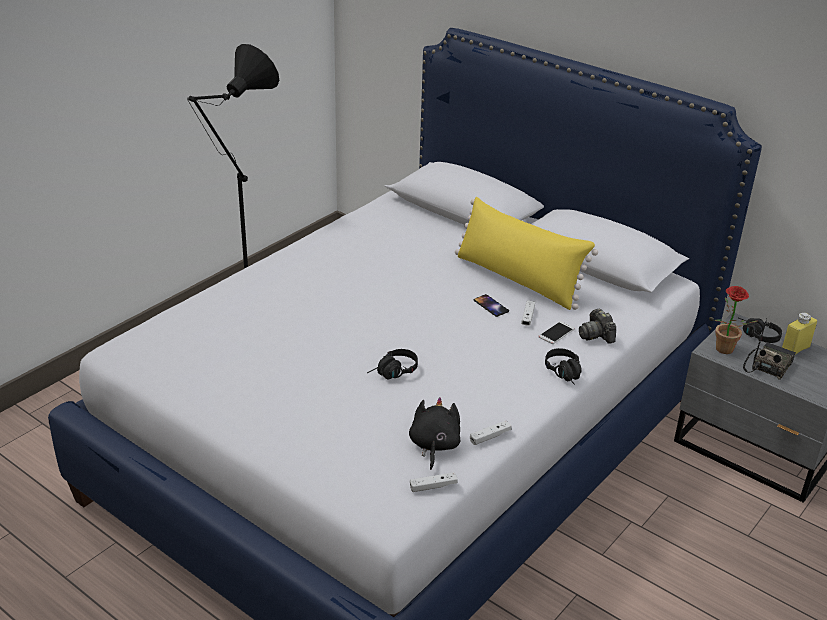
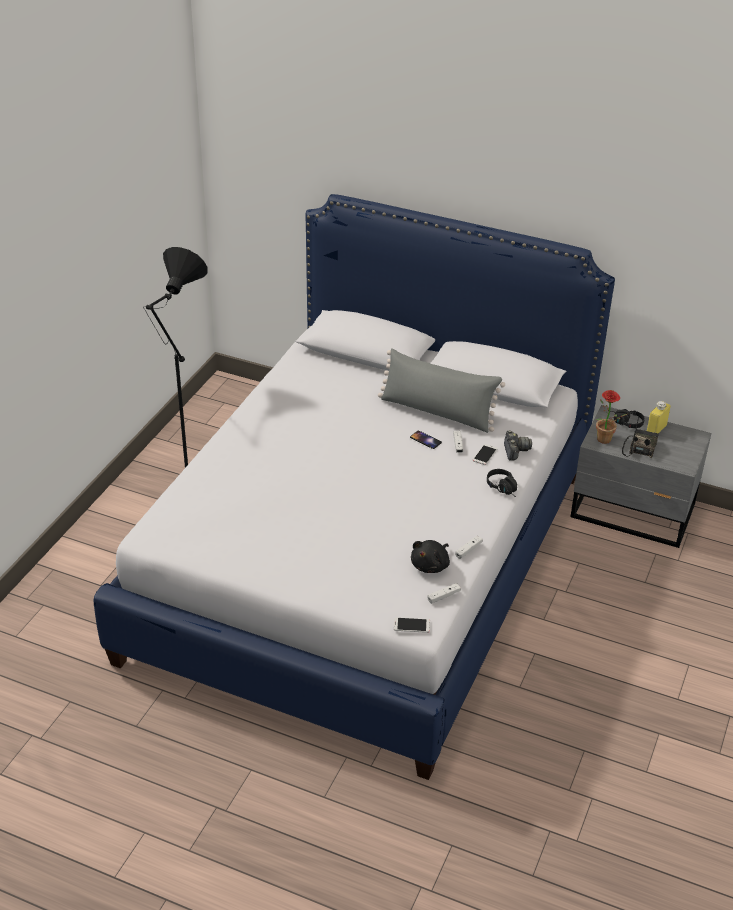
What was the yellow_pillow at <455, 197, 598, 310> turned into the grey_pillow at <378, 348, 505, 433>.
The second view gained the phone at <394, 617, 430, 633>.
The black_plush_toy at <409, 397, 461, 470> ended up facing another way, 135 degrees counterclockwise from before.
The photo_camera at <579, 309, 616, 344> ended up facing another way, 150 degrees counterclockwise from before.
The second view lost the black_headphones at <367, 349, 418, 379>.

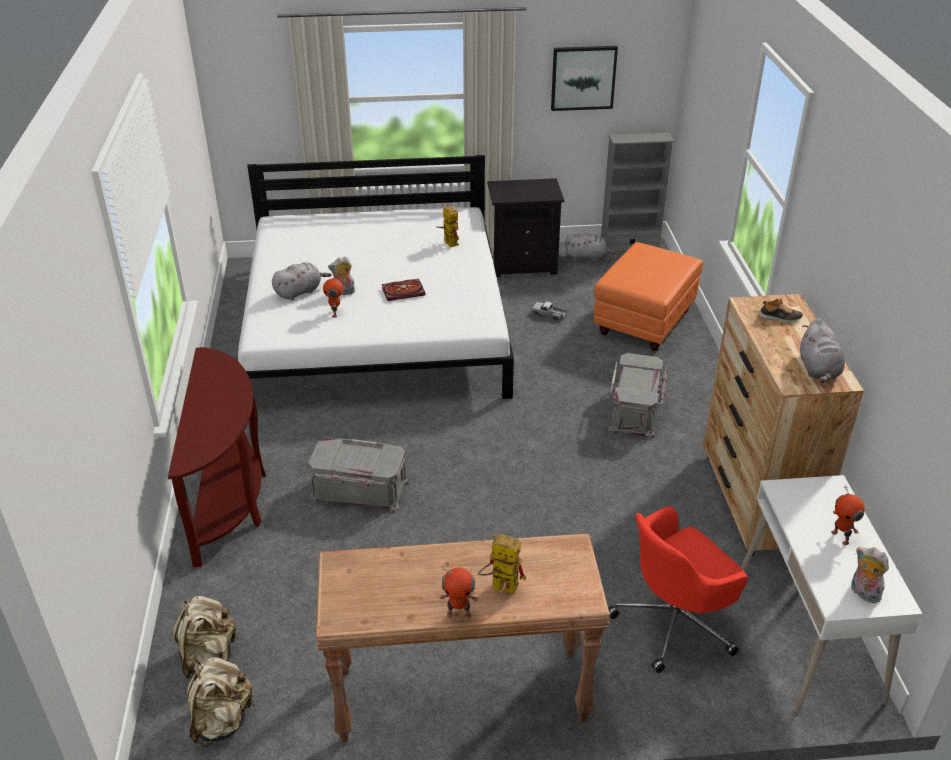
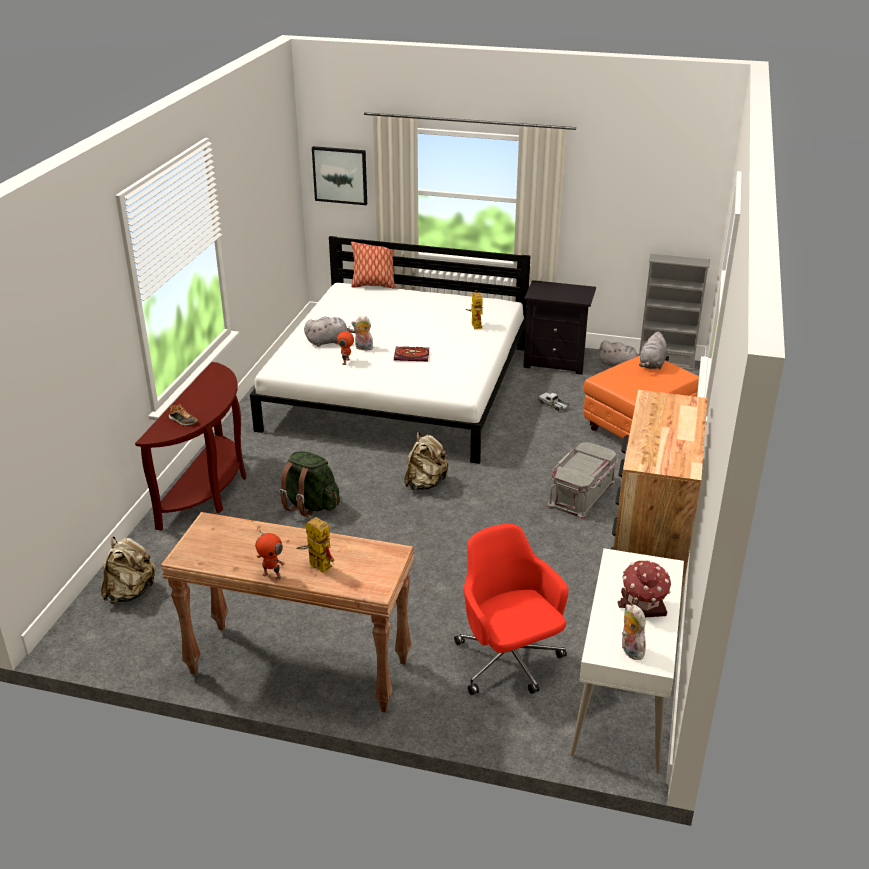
The shoe ended up elsewhere, having gone from <758, 299, 803, 323> to <169, 405, 198, 426>.
Where the grey_storage_box stood at <308, 437, 410, 513>, the green_backpack came to stand at <279, 451, 340, 517>.
The picture ended up elsewhere, having gone from <551, 46, 618, 111> to <312, 146, 367, 205>.
The second view gained the pillow at <351, 242, 395, 289>.
The beige_backpack ended up elsewhere, having gone from <187, 657, 255, 747> to <404, 432, 448, 490>.
The red_office_chair at <608, 506, 748, 673> ended up facing another way, 75 degrees clockwise from before.
Where the toy_robot stood at <831, 485, 865, 545>, the toy_house came to stand at <618, 560, 671, 617>.
The grey_plush_toy ended up elsewhere, having gone from <800, 318, 845, 383> to <639, 331, 667, 369>.

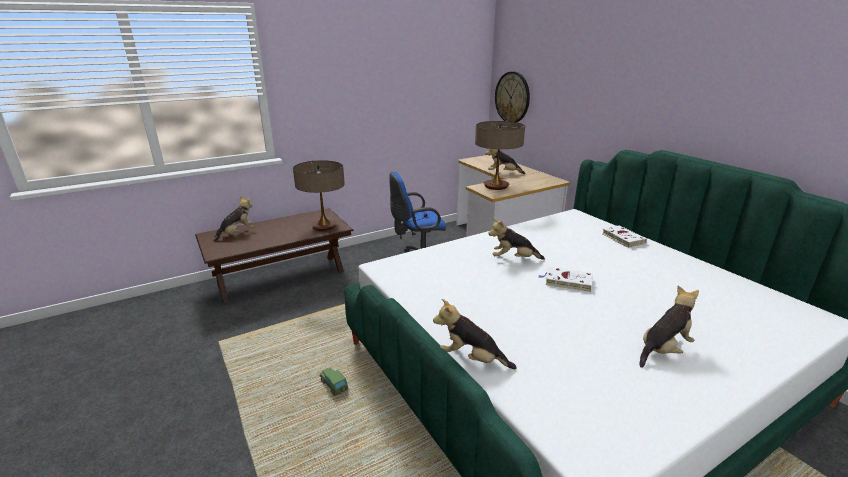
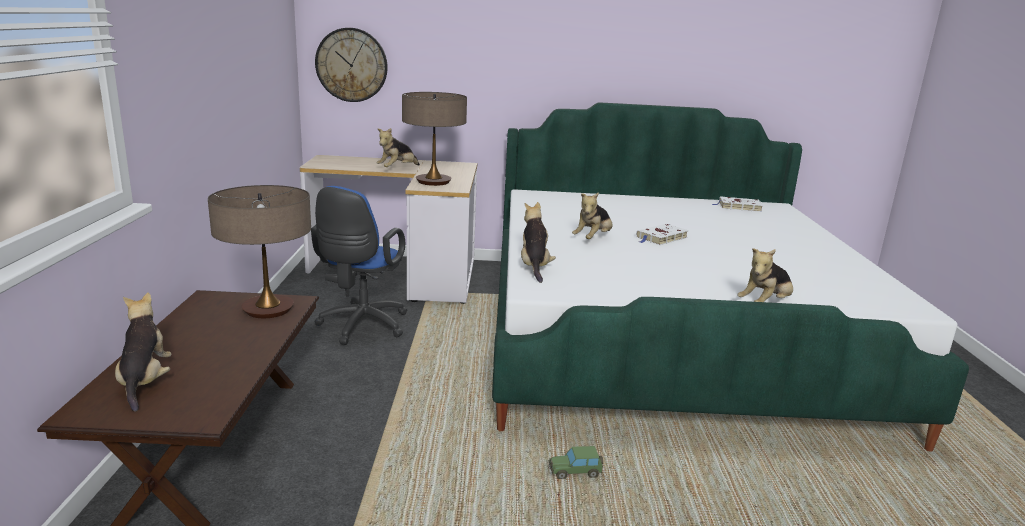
The plush_toy ended up elsewhere, having gone from <640, 286, 699, 368> to <521, 202, 556, 283>.
The white_book ended up elsewhere, having gone from <602, 225, 647, 248> to <713, 196, 763, 212>.

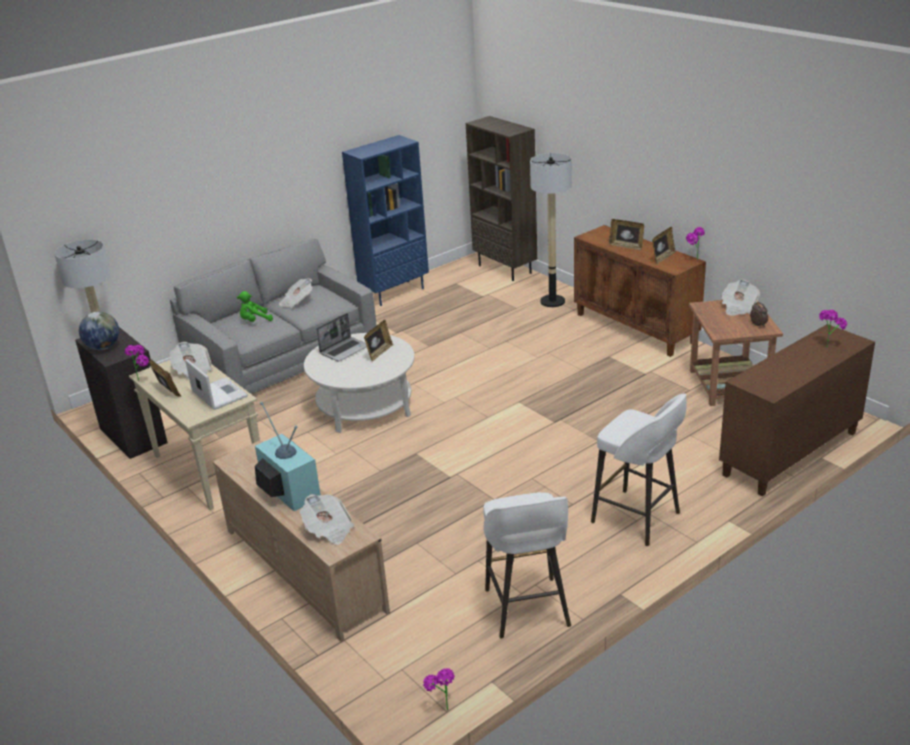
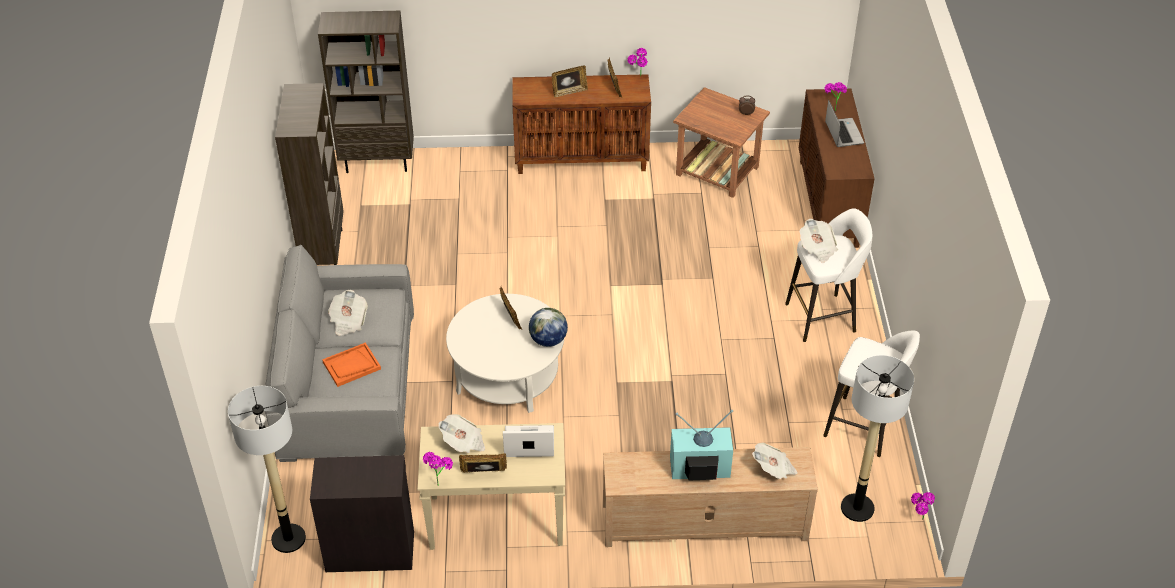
What was the blue_bookcase at <342, 135, 429, 306> turned into the brown_bookcase at <275, 83, 344, 265>.
Where the green_plush_toy stood at <237, 291, 273, 322>, the orange_tray came to stand at <322, 342, 381, 387>.
The globe ended up elsewhere, having gone from <79, 312, 119, 350> to <529, 308, 568, 347>.
The newspaper ended up elsewhere, having gone from <721, 279, 760, 316> to <800, 218, 838, 263>.
The laptop ended up elsewhere, having gone from <316, 313, 367, 362> to <825, 100, 864, 147>.
The floor_lamp ended up elsewhere, having gone from <530, 153, 572, 307> to <841, 355, 914, 522>.

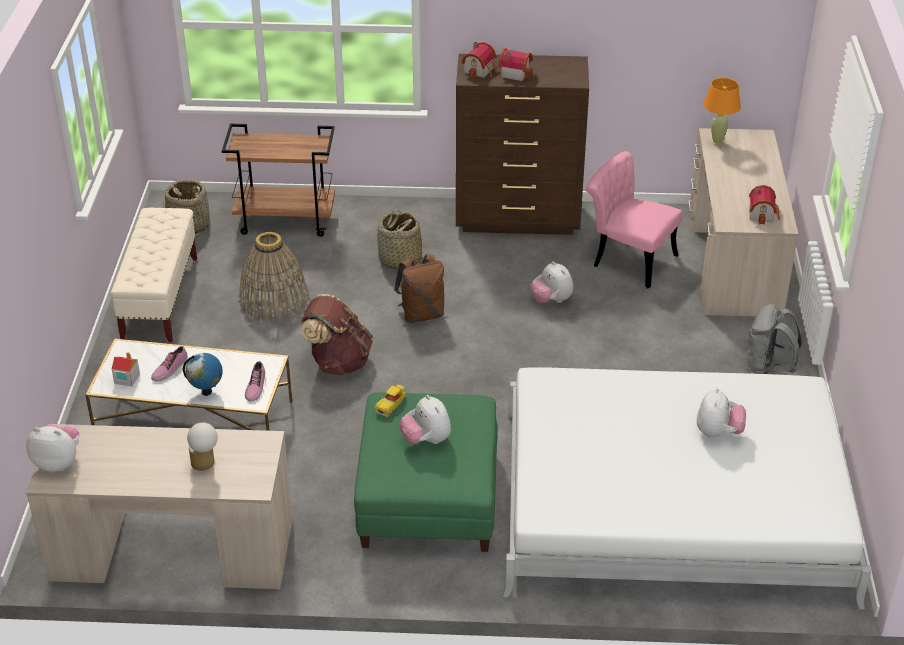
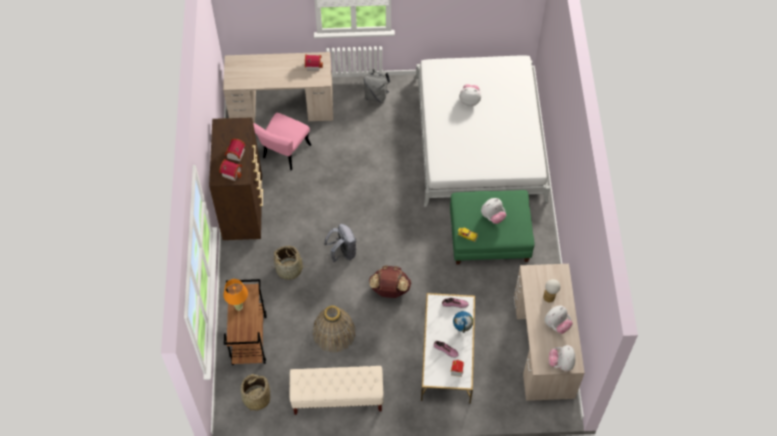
The orange_table_lamp ended up elsewhere, having gone from <704, 78, 741, 146> to <223, 279, 248, 311>.
What was the brown_backpack at <394, 254, 444, 323> turned into the grey_backpack at <324, 224, 356, 262>.
The plush_toy ended up elsewhere, having gone from <530, 261, 573, 303> to <544, 306, 573, 334>.

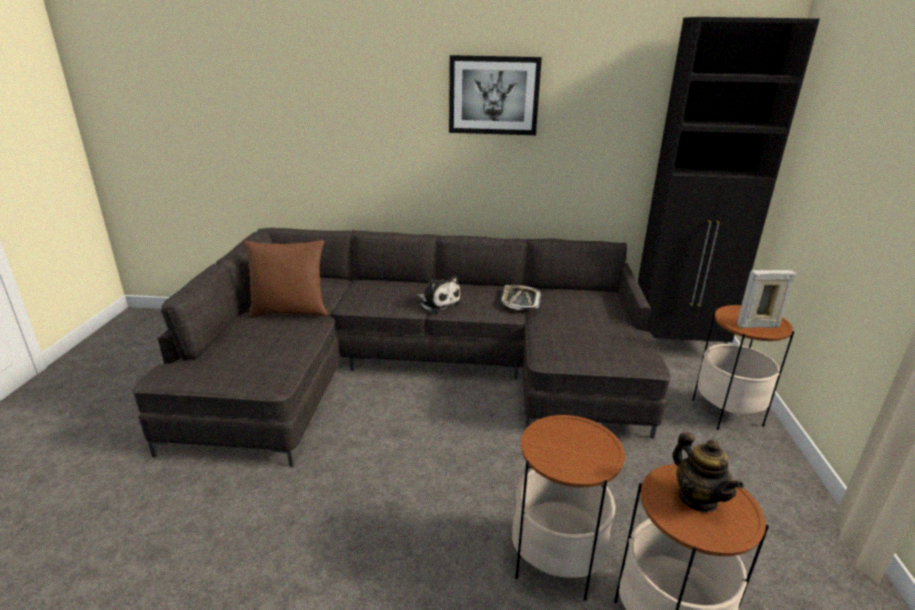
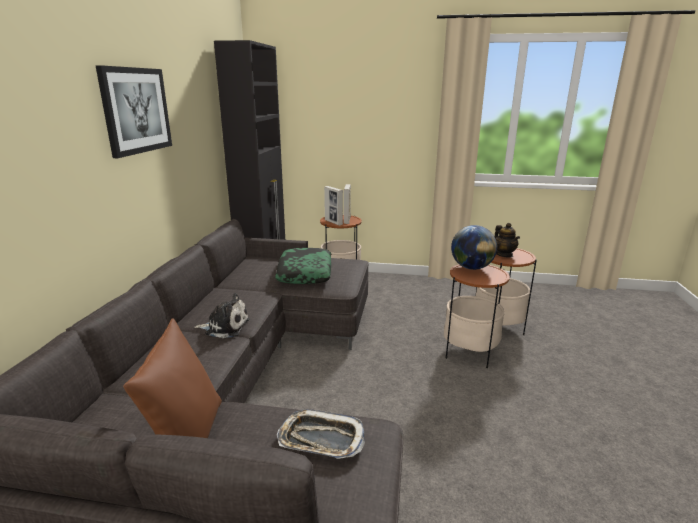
The plush_toy at <417, 275, 462, 313> ended up facing another way, 45 degrees clockwise from before.
The second view gained the pillow at <275, 248, 331, 284>.
The tray ended up elsewhere, having gone from <501, 285, 541, 310> to <277, 409, 365, 459>.
The second view gained the picture_frame at <324, 186, 343, 225>.
The second view gained the globe at <451, 225, 497, 270>.
The teapot at <672, 432, 744, 512> ended up facing another way, 90 degrees clockwise from before.

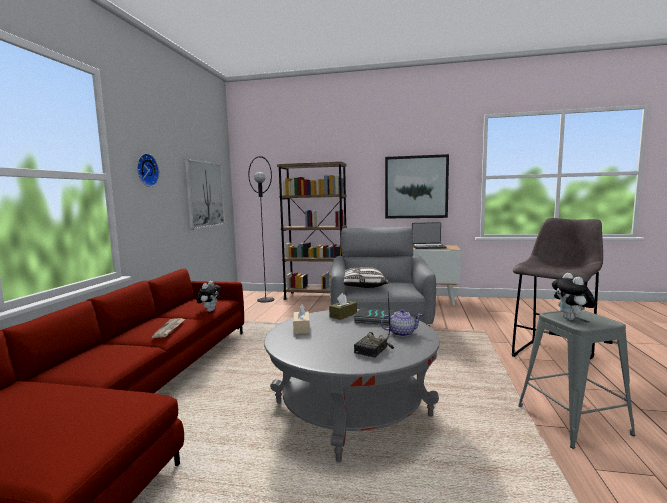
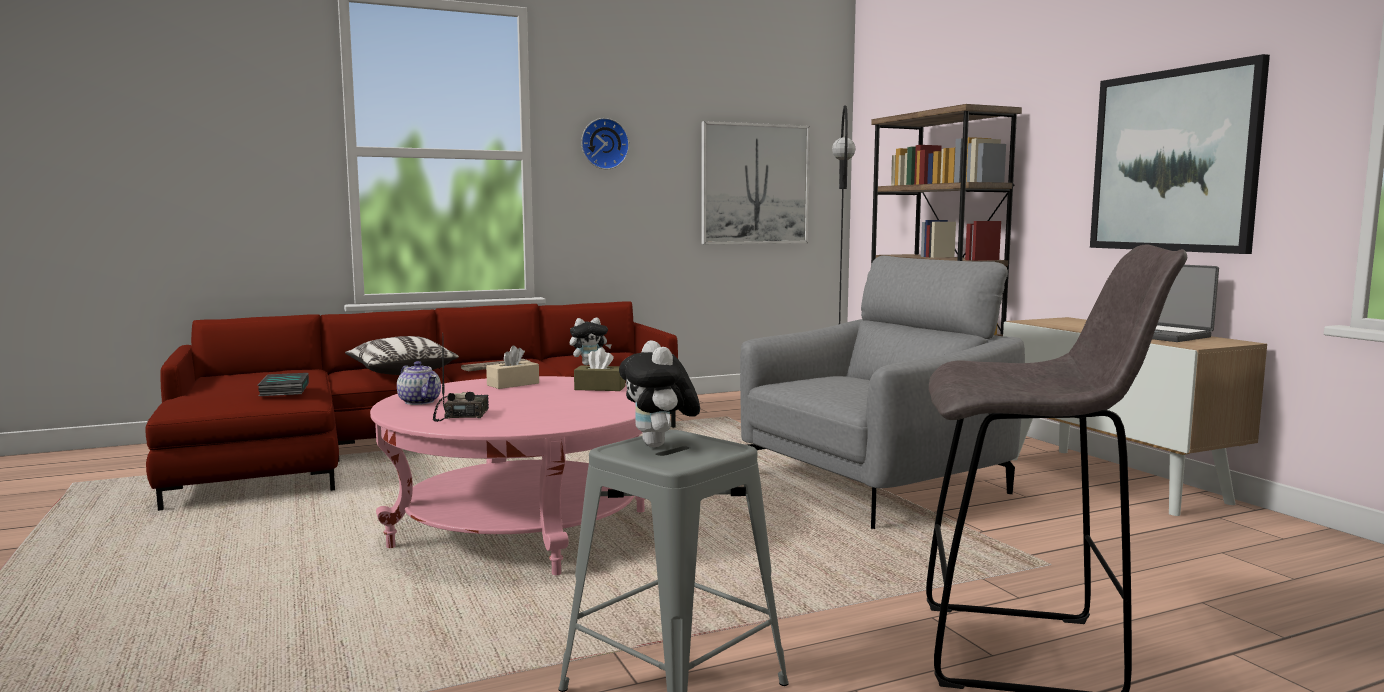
The book ended up elsewhere, having gone from <354, 308, 396, 326> to <258, 373, 309, 396>.
The pillow ended up elsewhere, having gone from <344, 267, 389, 288> to <345, 336, 459, 375>.
What was the grey_coffee_table at <264, 309, 440, 462> turned into the pink_coffee_table at <370, 376, 645, 575>.
The teapot ended up elsewhere, having gone from <381, 309, 422, 337> to <397, 361, 441, 405>.
The radio at <354, 291, 394, 358> ended up facing another way, 90 degrees clockwise from before.
The plush_toy at <552, 273, 596, 320> ended up facing another way, 75 degrees counterclockwise from before.

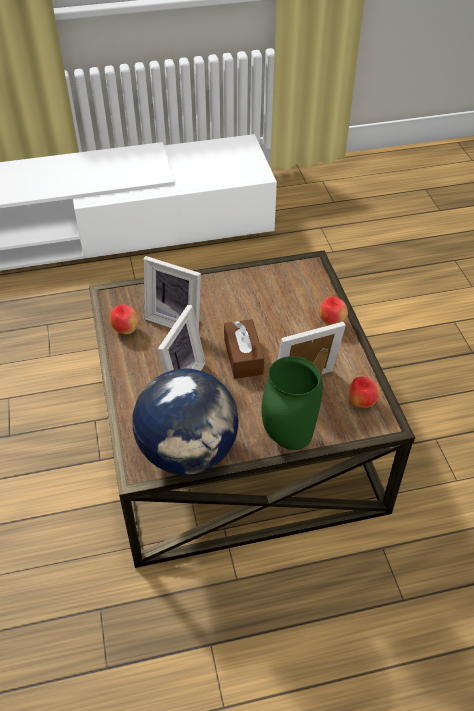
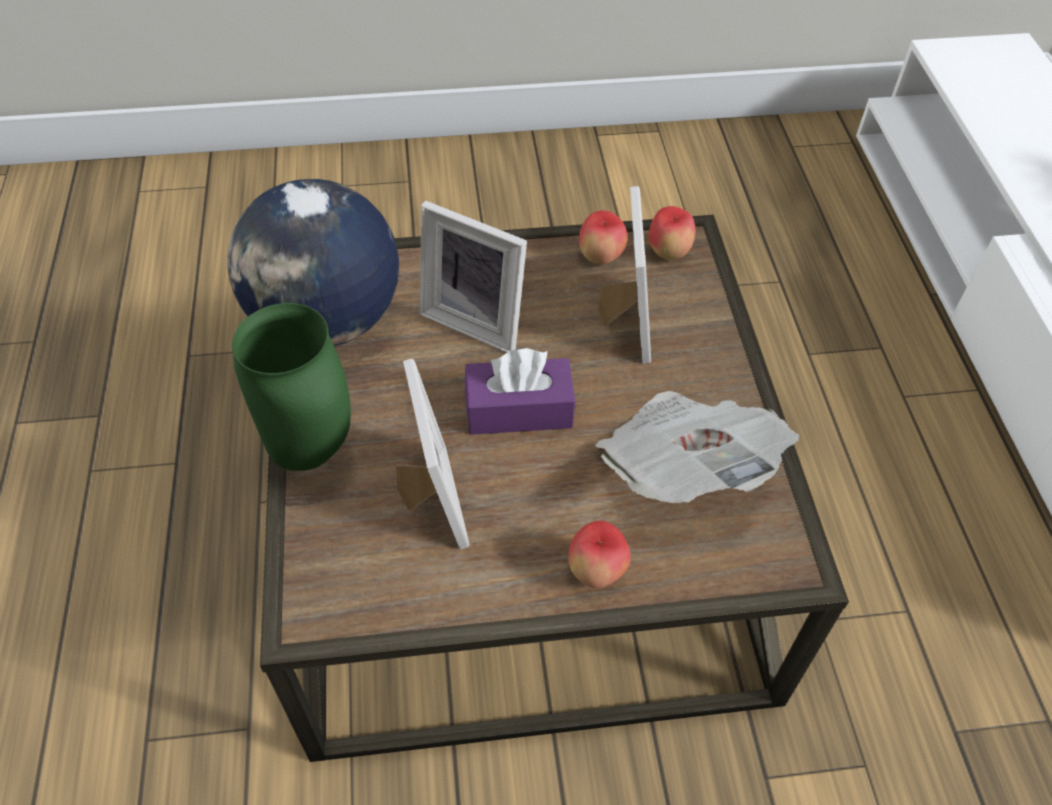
What was the brown_tissue_box at <224, 319, 264, 379> turned into the purple_tissue_box at <465, 348, 575, 435>.
The second view gained the newspaper at <595, 391, 799, 503>.
The picture_frame at <144, 256, 201, 332> ended up facing another way, 150 degrees clockwise from before.
The apple ended up elsewhere, having gone from <349, 376, 380, 408> to <649, 206, 695, 260>.

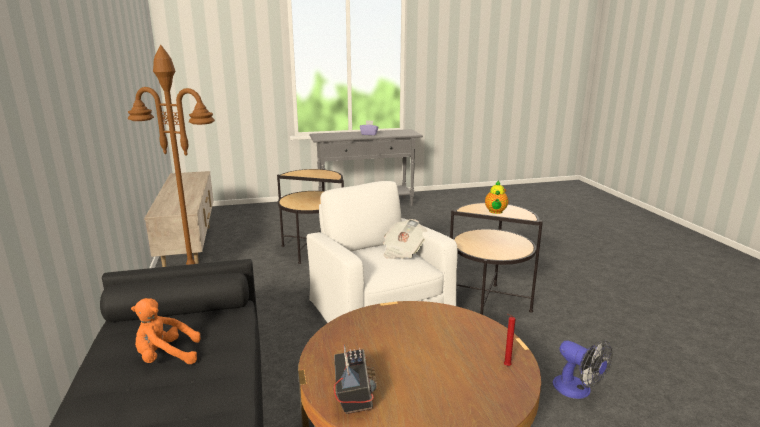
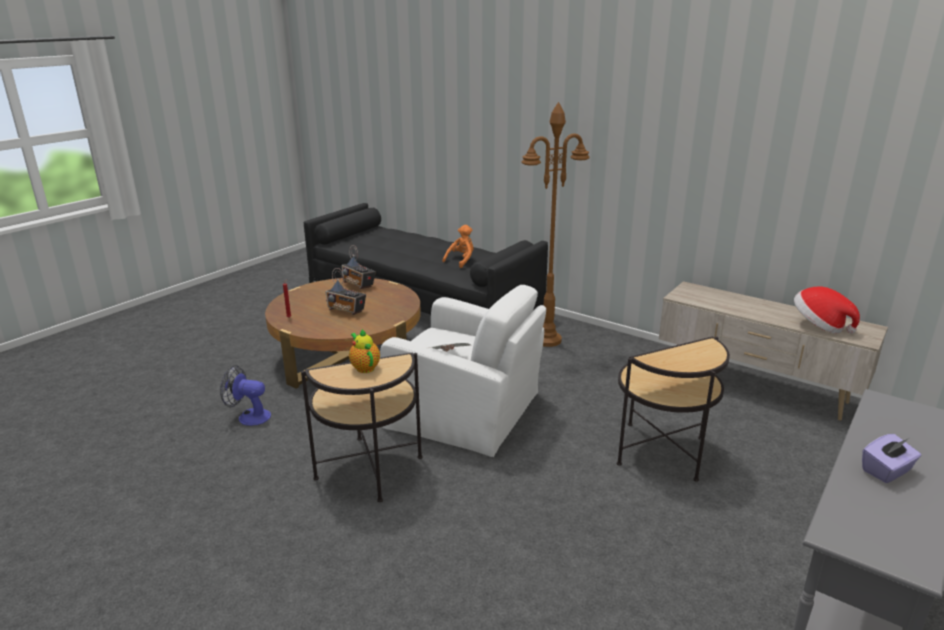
The second view gained the radio at <325, 268, 366, 315>.
The second view gained the hat at <794, 287, 860, 333>.

